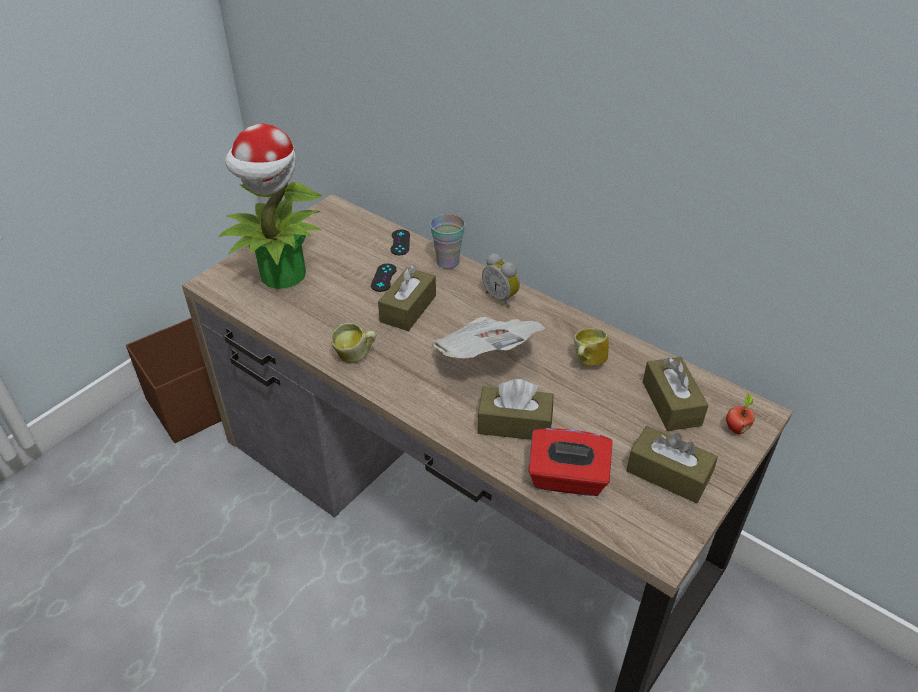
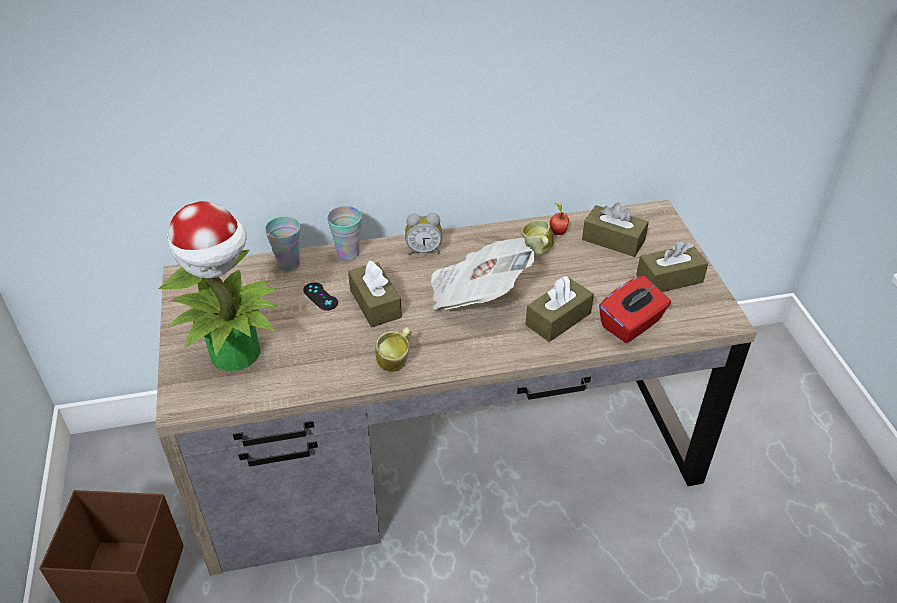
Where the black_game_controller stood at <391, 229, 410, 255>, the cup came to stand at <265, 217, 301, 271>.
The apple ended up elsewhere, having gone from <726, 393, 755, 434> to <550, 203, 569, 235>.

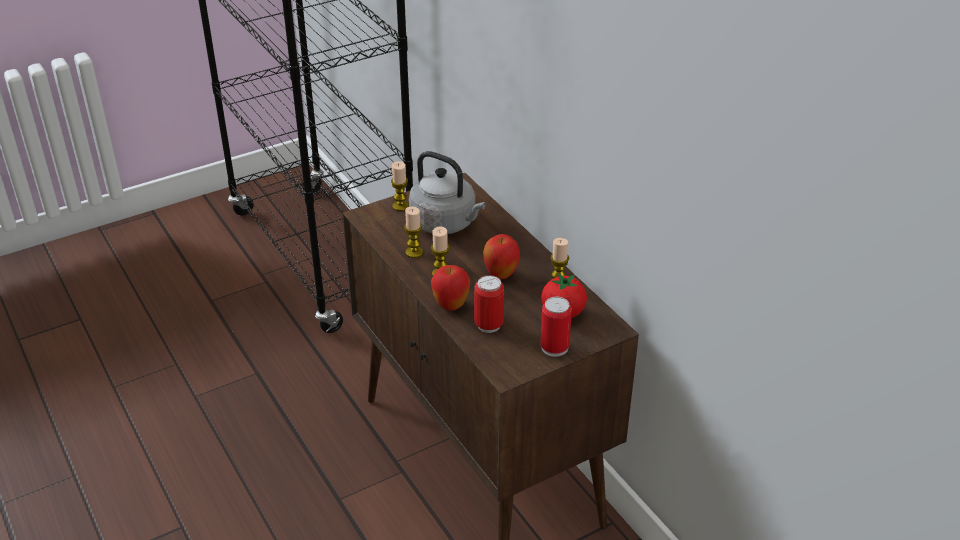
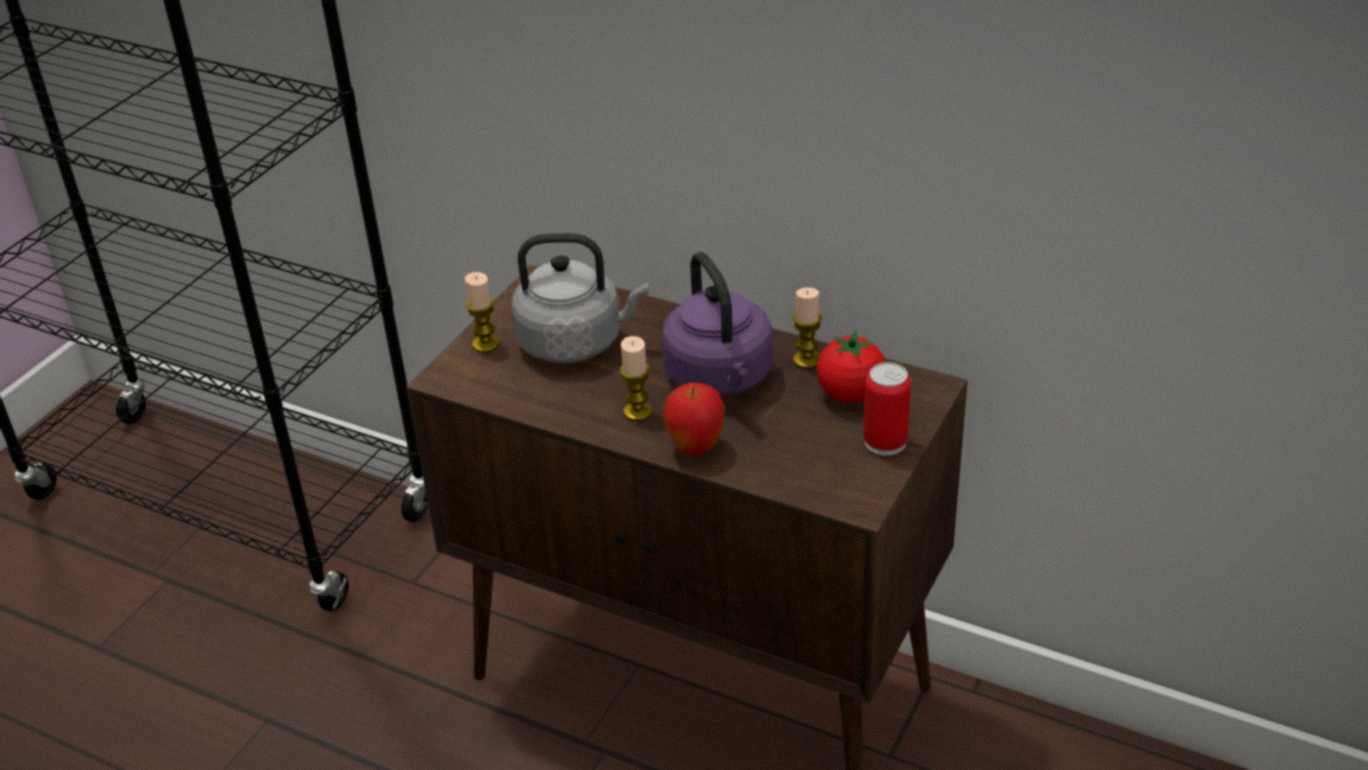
Where the apple stood at <483, 234, 520, 279>, the purple_kettle came to stand at <661, 252, 773, 397>.
The second view lost the candle at <404, 206, 423, 258>.
The second view lost the can at <474, 275, 504, 333>.

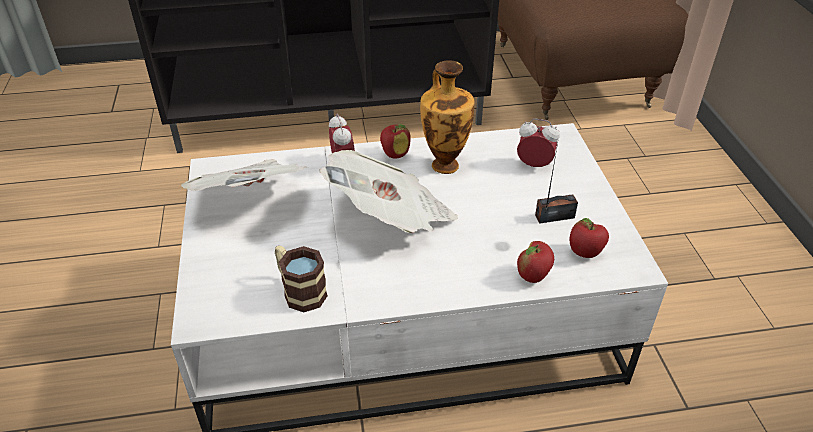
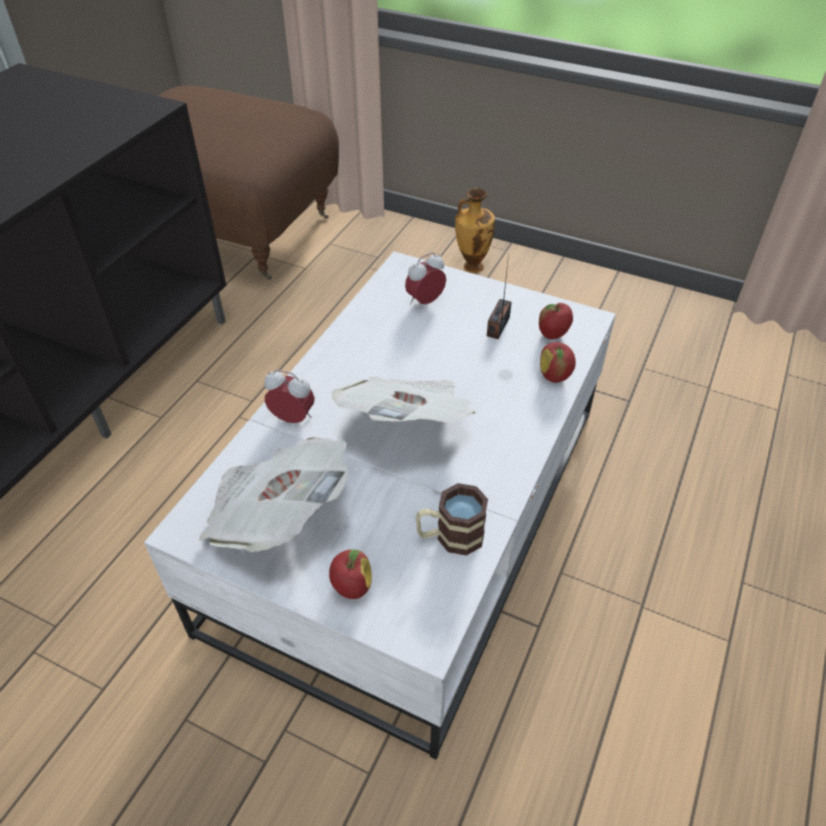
The apple ended up elsewhere, having gone from <380, 124, 411, 158> to <329, 549, 372, 599>.
The vase ended up elsewhere, having gone from <420, 60, 474, 174> to <455, 188, 495, 273>.

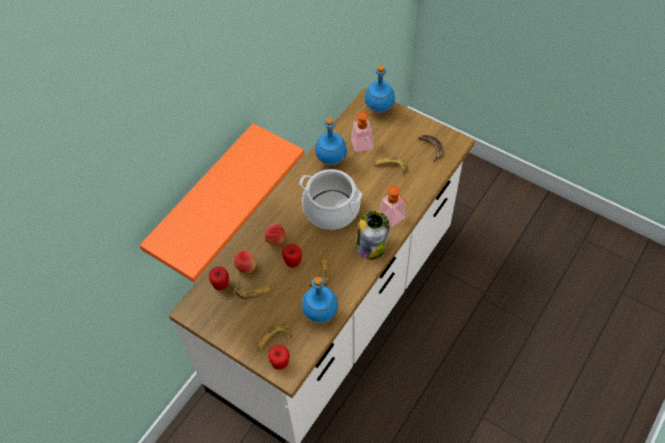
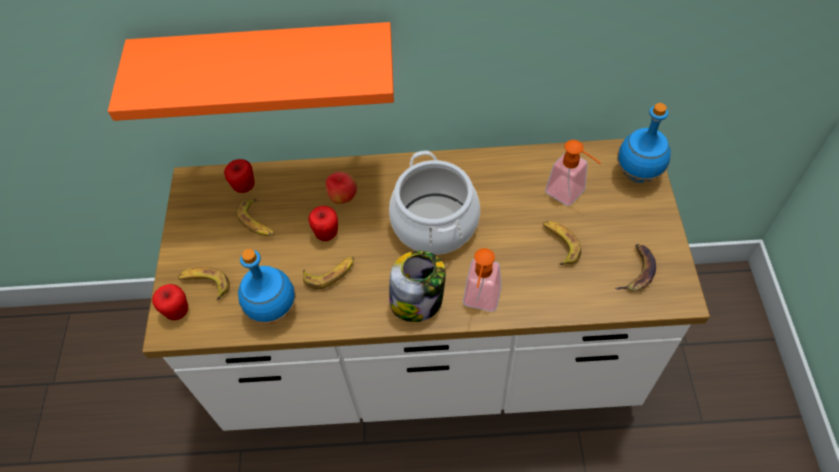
The second view lost the apple at <234, 250, 257, 273>.
The second view lost the blue_bottle at <315, 118, 347, 167>.

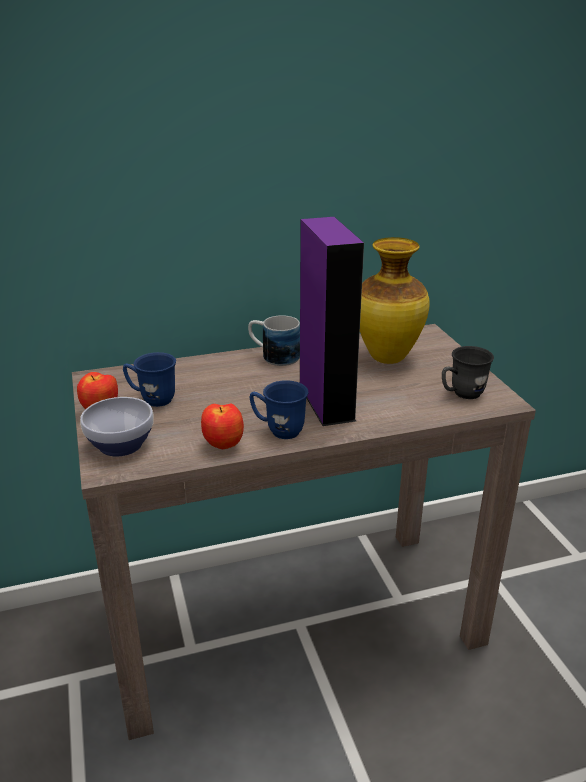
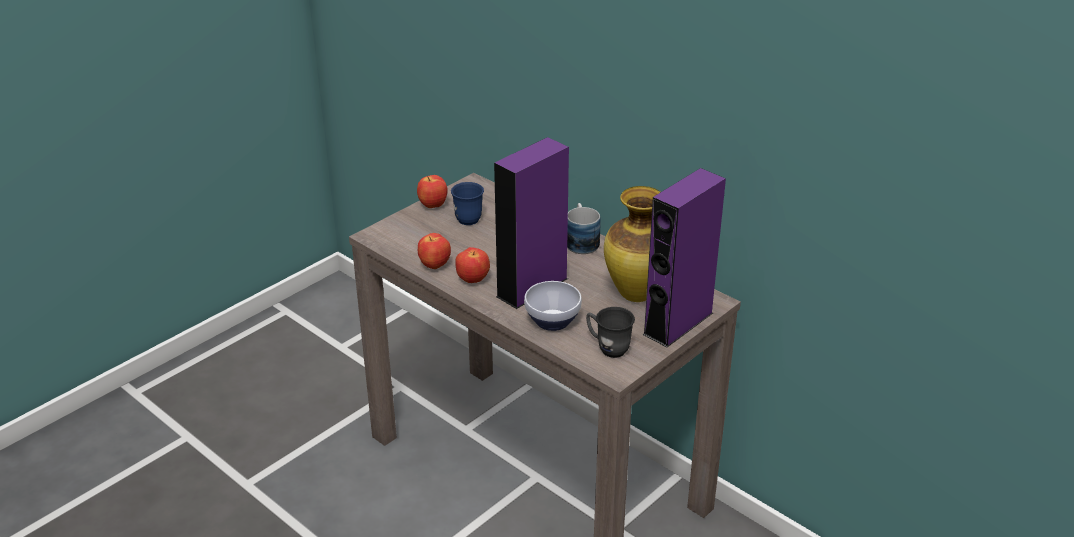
Where the blue_mug stood at <249, 380, 309, 439>, the apple came to stand at <455, 247, 490, 283>.
The bowl ended up elsewhere, having gone from <80, 397, 154, 456> to <524, 281, 582, 331>.
The second view gained the purple_speaker at <642, 168, 726, 347>.

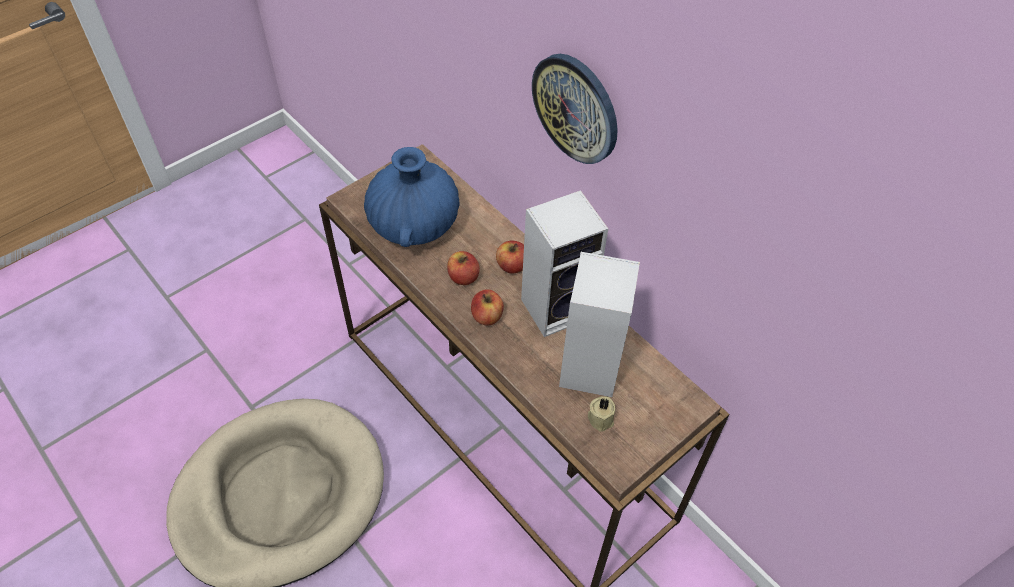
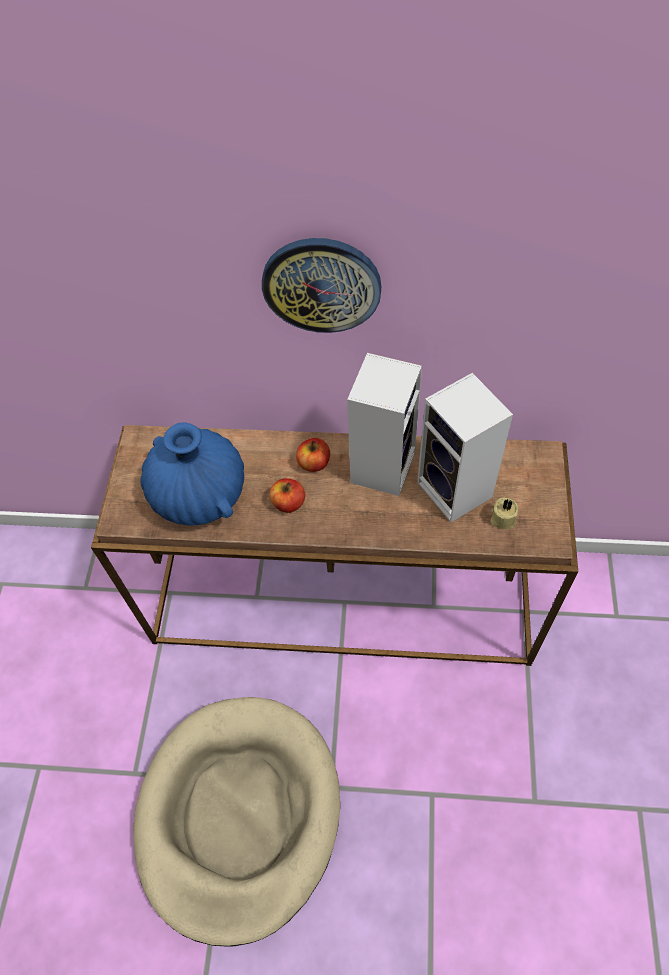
The second view lost the apple at <471, 289, 504, 325>.

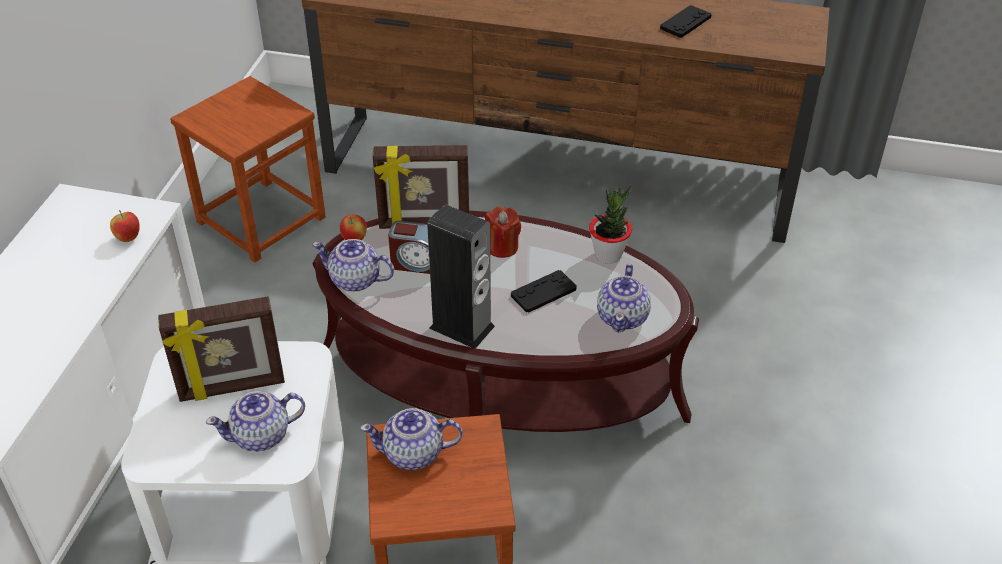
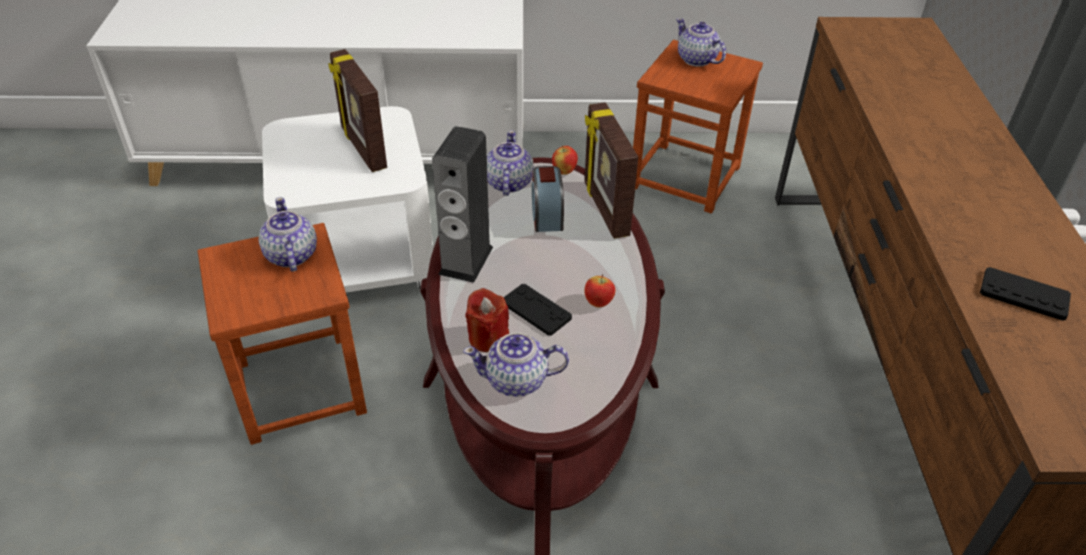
The red_candle ended up elsewhere, having gone from <485, 207, 521, 258> to <465, 288, 509, 352>.
The apple ended up elsewhere, having gone from <110, 210, 140, 242> to <584, 274, 615, 307>.
The teapot ended up elsewhere, having gone from <206, 391, 305, 452> to <676, 18, 726, 67>.
The second view lost the potted_plant at <589, 186, 632, 264>.

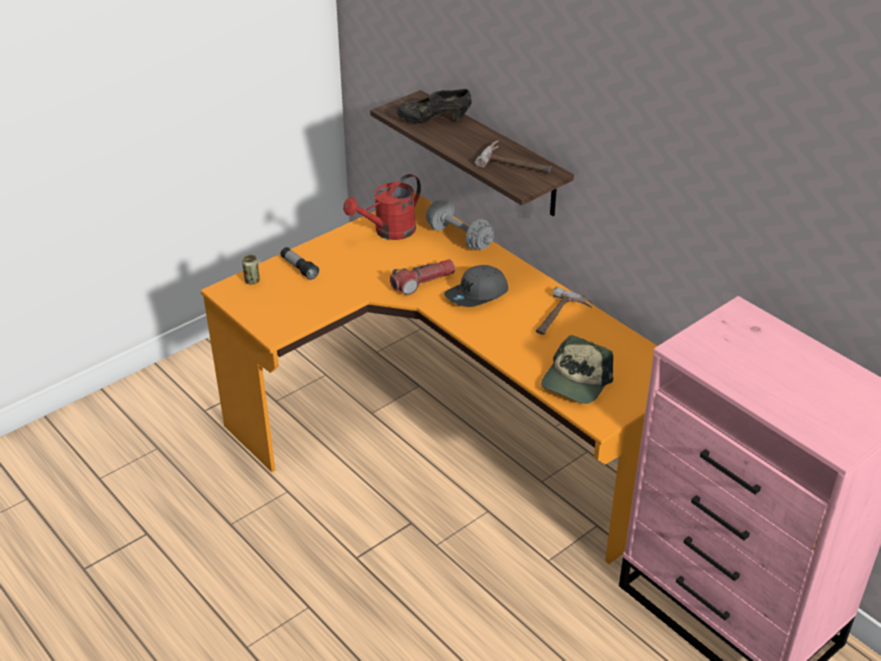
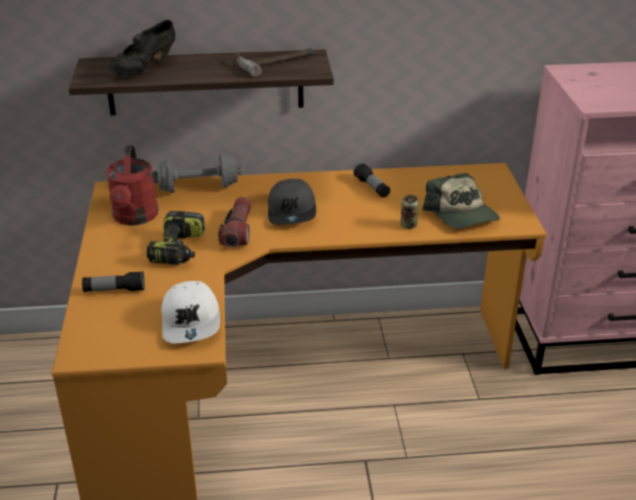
The second view gained the power_drill at <146, 211, 205, 265>.
The second view gained the white_cap at <161, 281, 220, 343>.
Where the hammer stood at <536, 286, 593, 335>, the flashlight came to stand at <353, 163, 390, 198>.
The can ended up elsewhere, having gone from <242, 254, 260, 285> to <400, 195, 419, 229>.

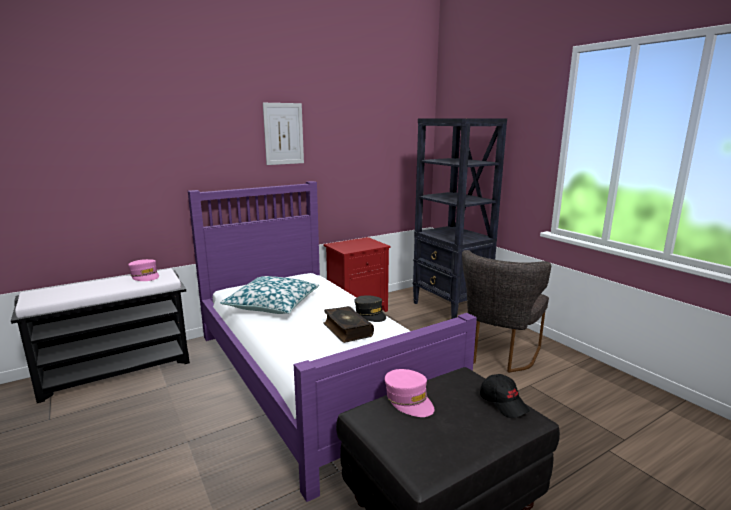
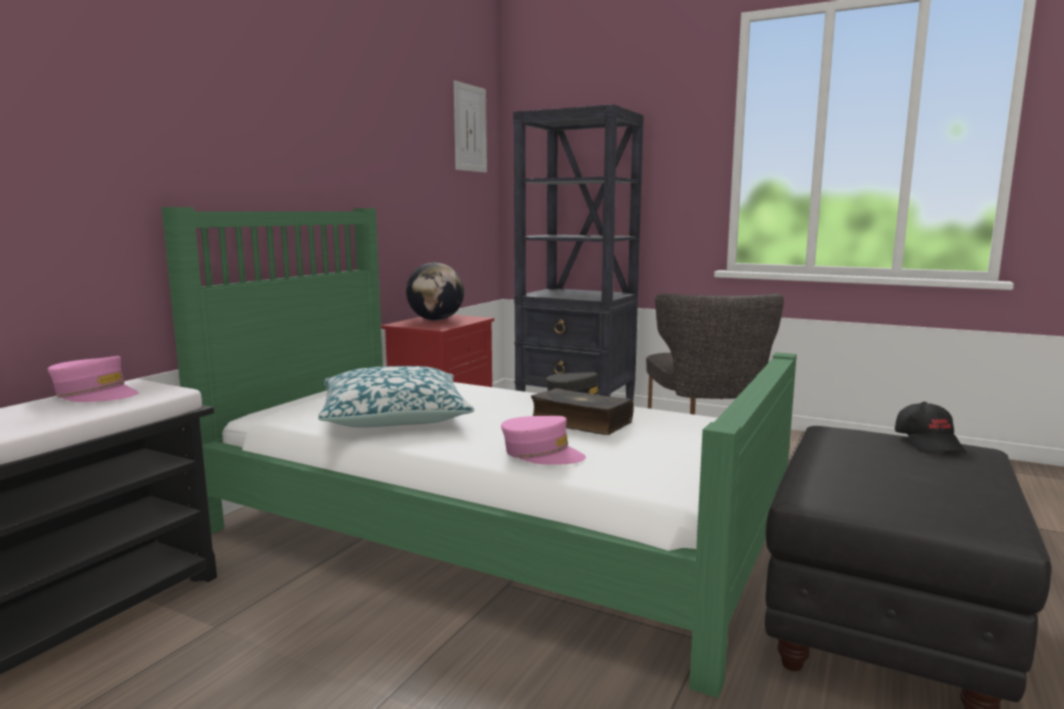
What was the purple_bed at <188, 181, 477, 502> turned into the green_bed at <161, 207, 797, 698>.
The second view gained the globe at <406, 263, 464, 321>.
The picture ended up elsewhere, having gone from <263, 103, 304, 165> to <454, 81, 487, 173>.
The pink_cap ended up elsewhere, having gone from <385, 369, 434, 417> to <501, 416, 586, 465>.
The black_cap at <480, 374, 530, 418> ended up facing another way, 60 degrees clockwise from before.

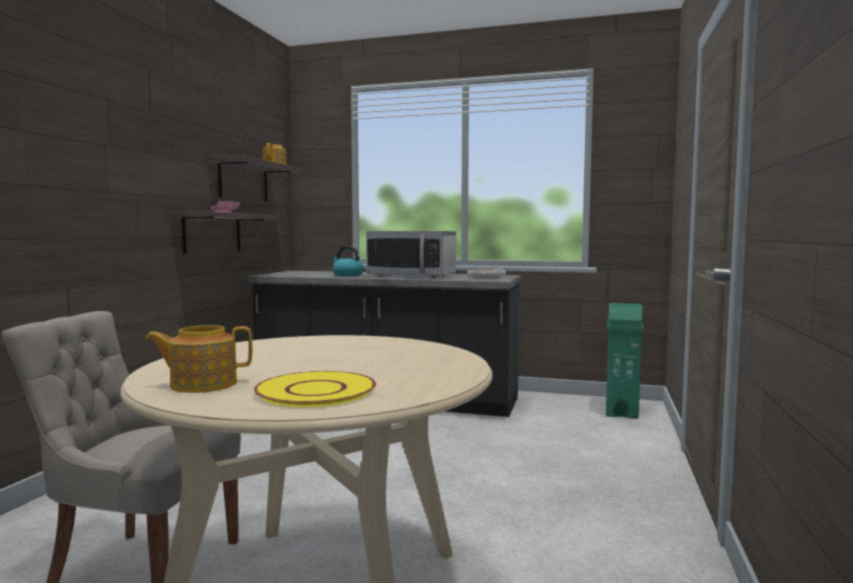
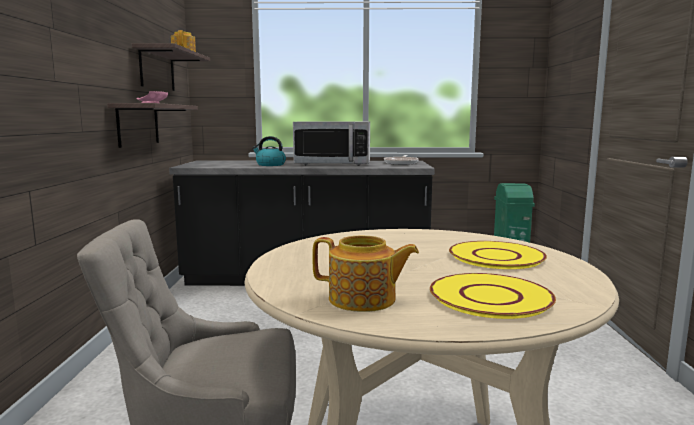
The teapot at <145, 325, 252, 393> ended up facing another way, 135 degrees counterclockwise from before.
The second view gained the yellow_plate at <449, 241, 547, 269>.

